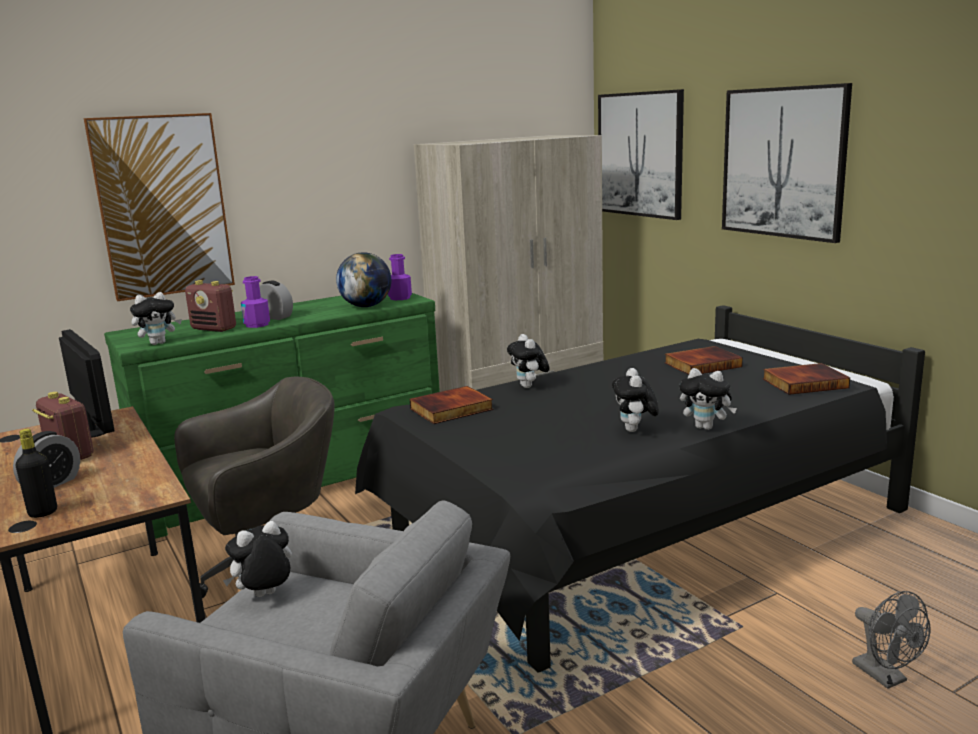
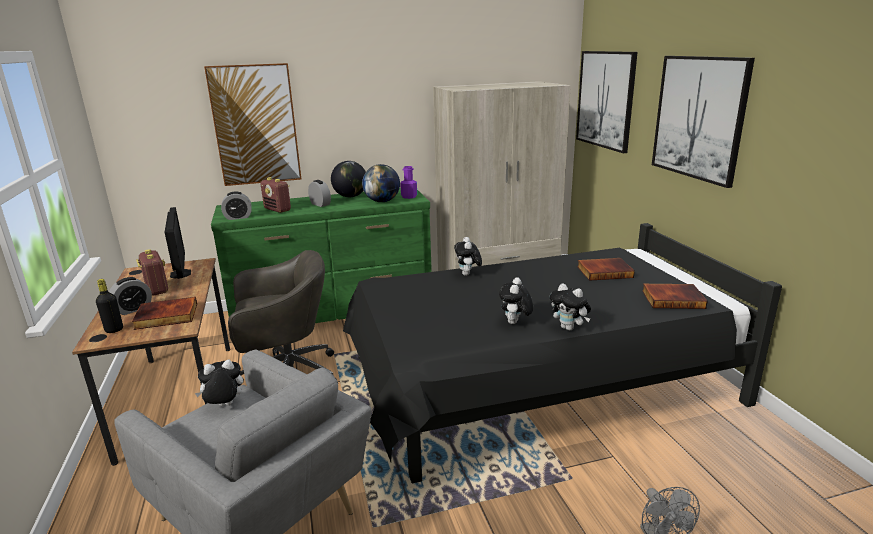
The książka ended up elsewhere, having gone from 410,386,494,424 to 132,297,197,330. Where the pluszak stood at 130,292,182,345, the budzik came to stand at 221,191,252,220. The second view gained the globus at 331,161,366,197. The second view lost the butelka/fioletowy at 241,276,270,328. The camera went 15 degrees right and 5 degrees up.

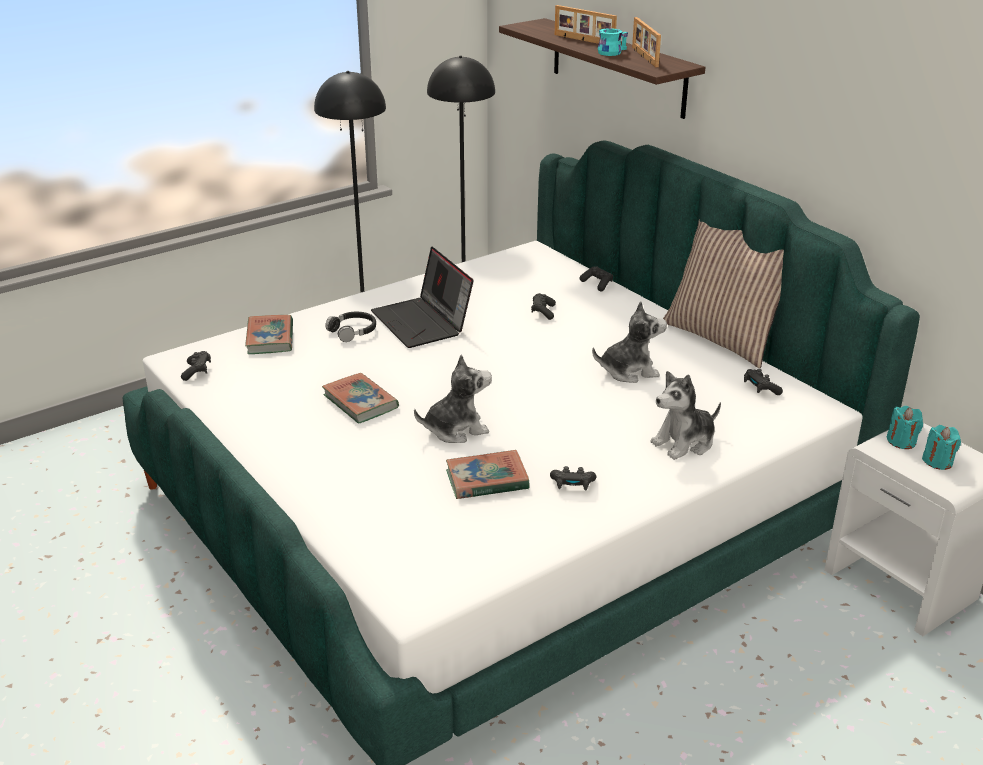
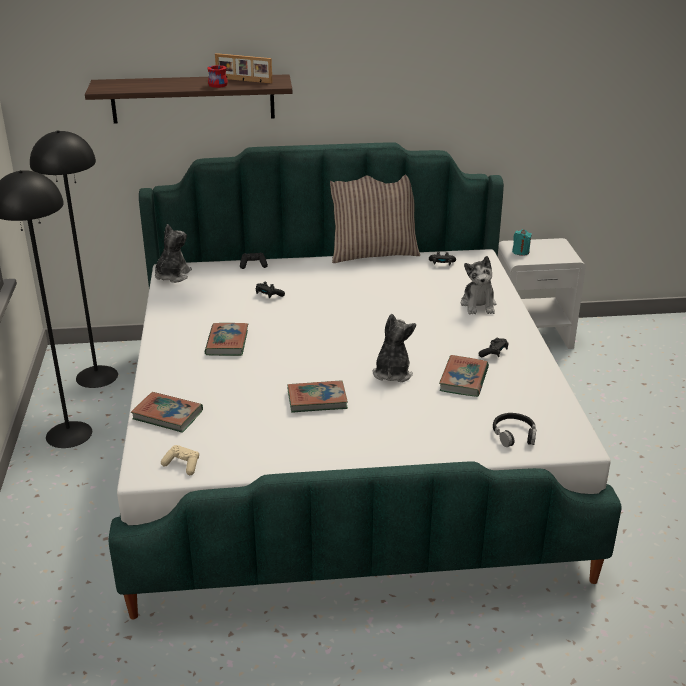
The pluszak ended up elsewhere, having gone from 592,301,667,383 to 155,224,192,283. What was the pad do gier/czarny at 181,351,211,381 turned into the pad do gier/beżowy at 161,445,199,475. Where the laptop stood at 371,246,474,348, the książka came to stand at 205,323,248,356. What was the kubek/turkusowy at 598,28,628,56 turned into the kubek/czerwony at 207,65,228,88. The słuchawki/czarny ended up elsewhere, having gone from 325,312,376,342 to 493,413,536,447. The second view lost the ramka na zdjęcie at 555,5,617,44. The second view lost the świeca/turkusowy at 922,425,961,470. The camera went 60 degrees left and 0 degrees up.

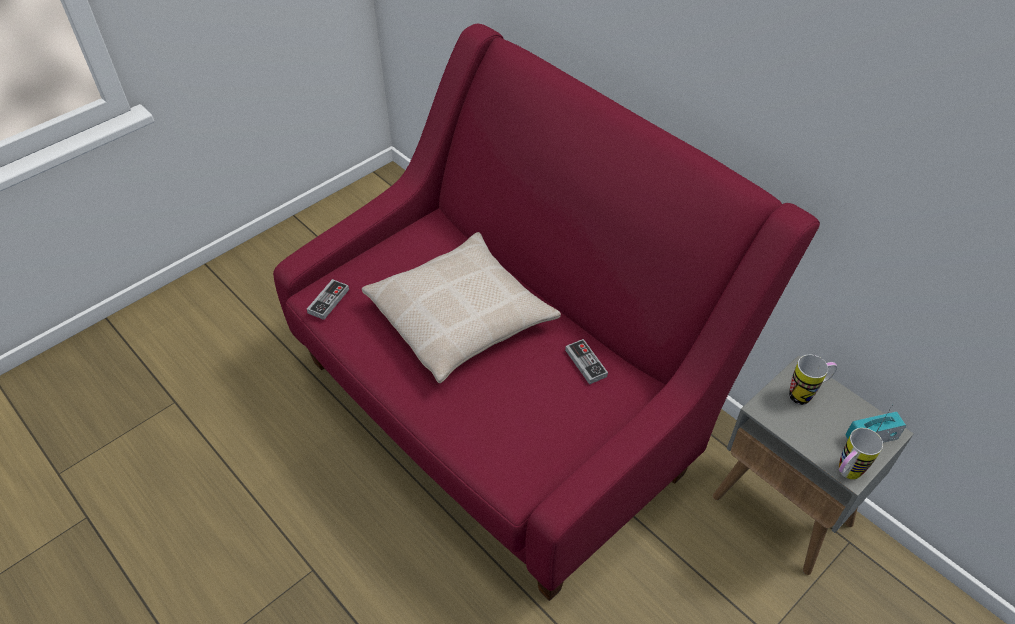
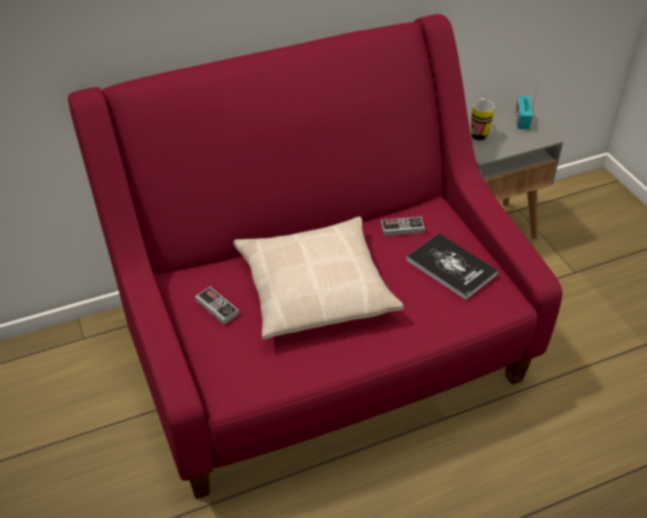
The pad do gier ended up elsewhere, having gone from 307,279,349,320 to 195,287,239,325. The second view gained the książka at 406,233,498,300. The second view lost the kubek at 839,428,883,480. The camera went 70 degrees left and 5 degrees down.

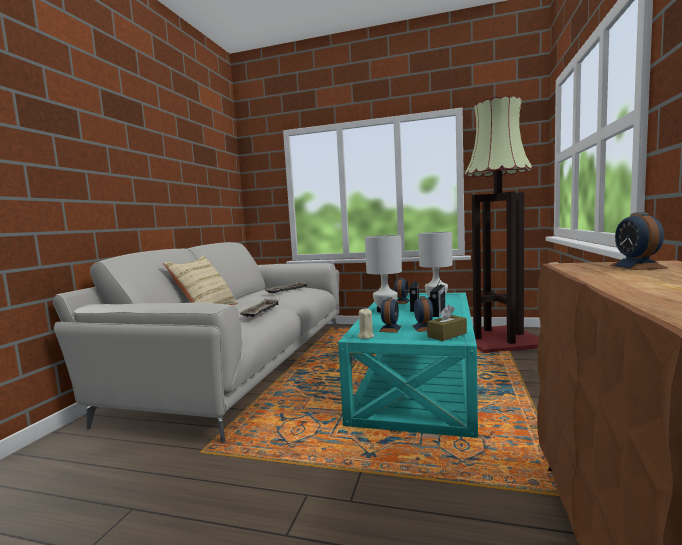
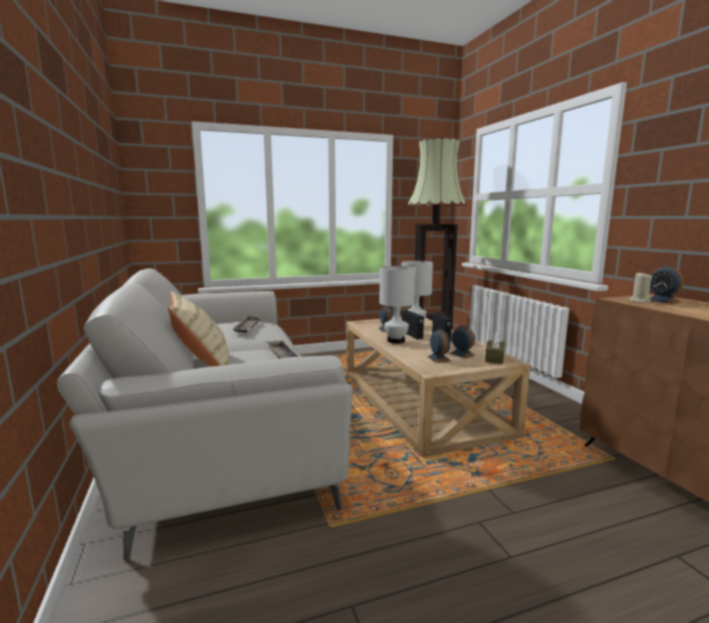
What was the ława/turkusowy at 338,293,478,438 turned into the ława/beżowy at 346,317,530,457. The świeca/beżowy ended up elsewhere, having gone from 358,308,374,339 to 629,272,652,303. The camera went 35 degrees left and 5 degrees up.

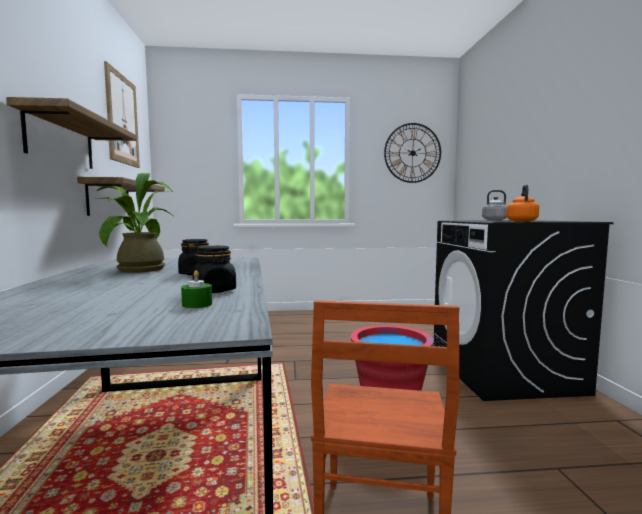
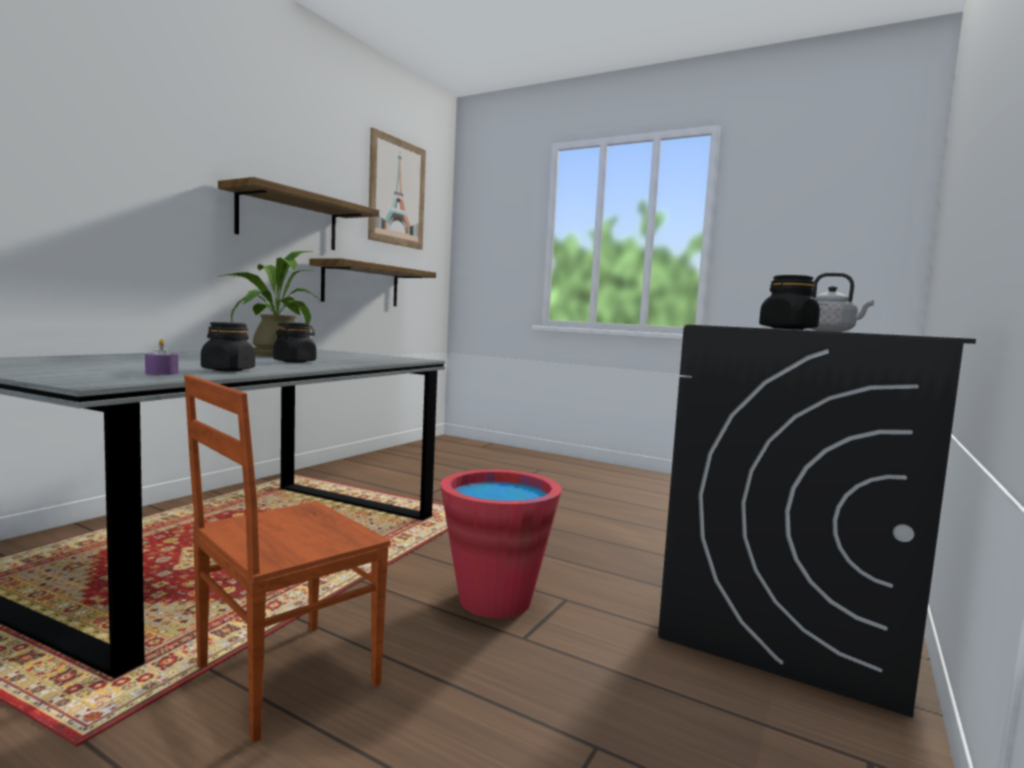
What was the świeca/zielony at 181,270,212,308 turned into the świeca/fioletowy at 145,339,178,375. Where the czajnik/pomarańczowy stood at 506,184,539,222, the słoik/czarny came to stand at 759,275,820,330. The second view lost the zegar ścienny at 384,123,441,183. The camera went 35 degrees right and 0 degrees up.

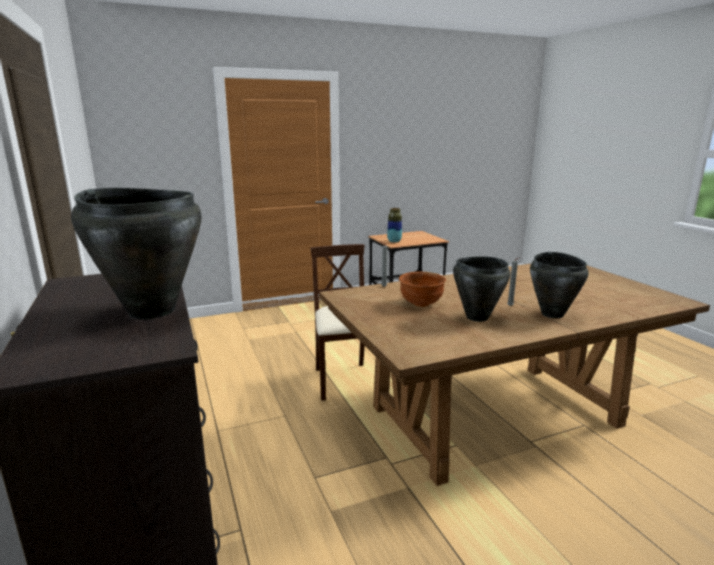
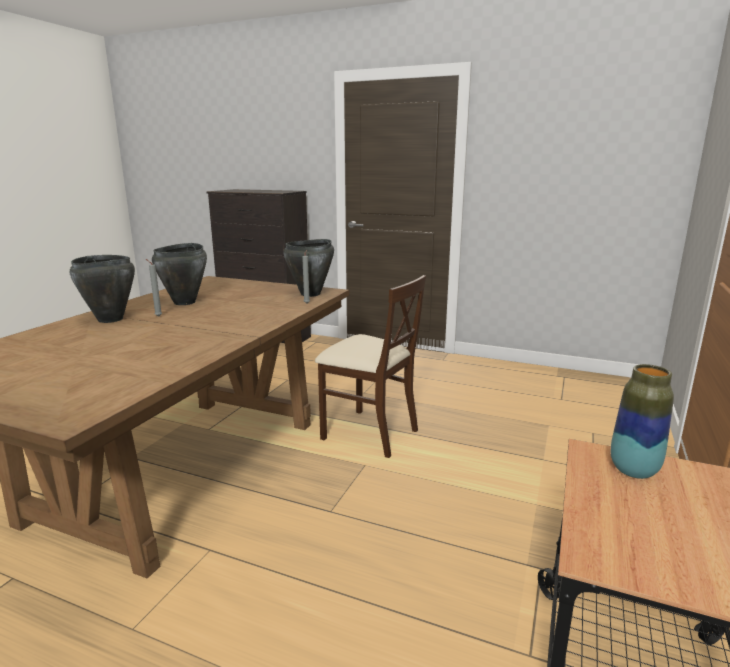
The garnek/czarny ended up elsewhere, having gone from 71,188,202,319 to 284,239,334,297. The second view lost the miska/brązowy at 399,272,446,307. The camera went 135 degrees right and 0 degrees up.

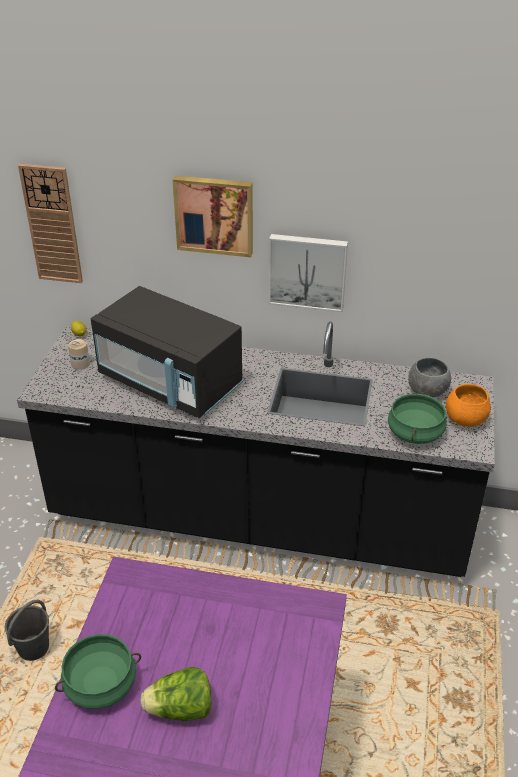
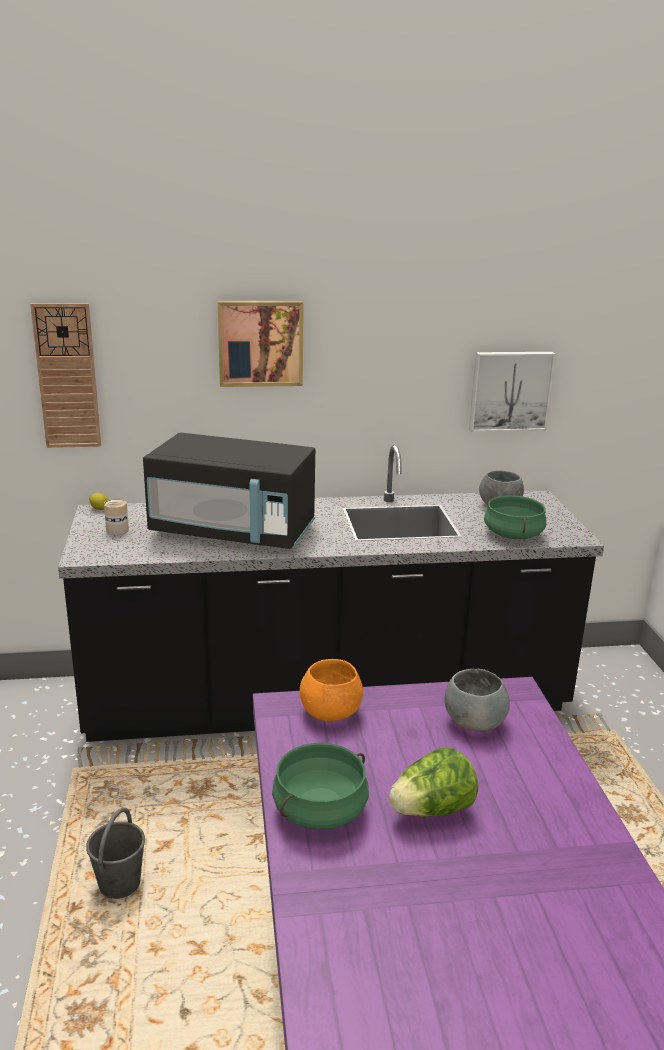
The miska/pomarańczowy ended up elsewhere, having gone from 446,384,491,427 to 300,659,363,721. The second view gained the miska/szary at 444,669,510,732. The obraz ended up elsewhere, having gone from 269,234,348,312 to 469,352,556,432. The camera went 20 degrees left and 15 degrees down.

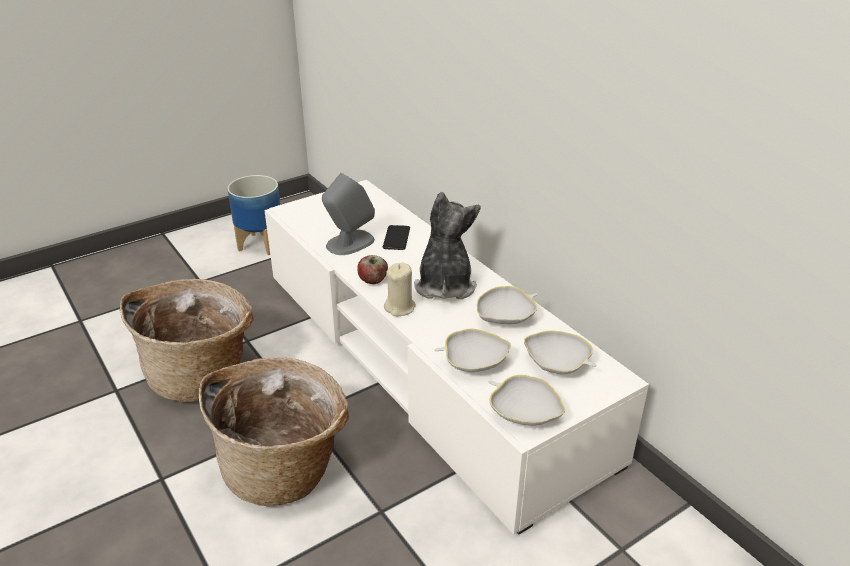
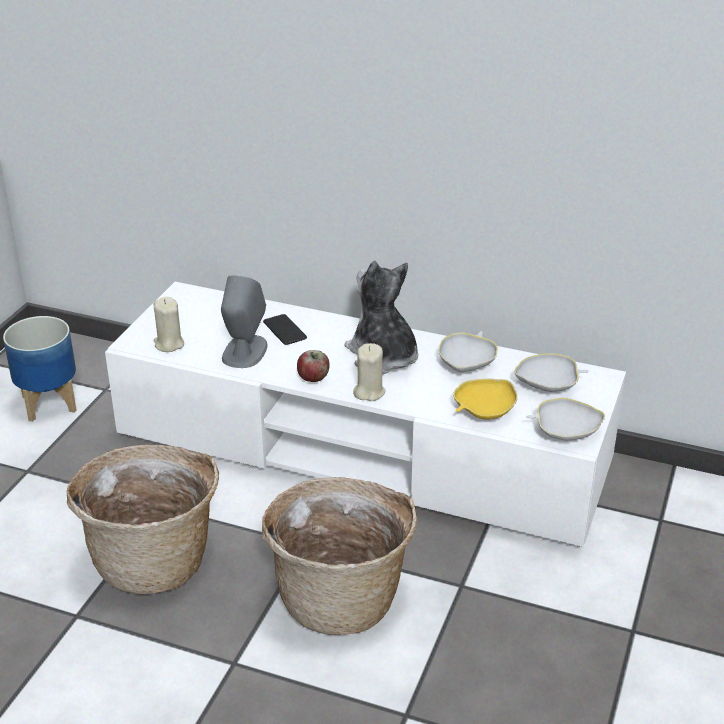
The second view gained the świeca/beżowy at 153,297,184,352. What was the miska/biały at 435,329,511,372 turned into the miska/żółty at 453,379,518,420. The camera went 35 degrees left and 0 degrees up.

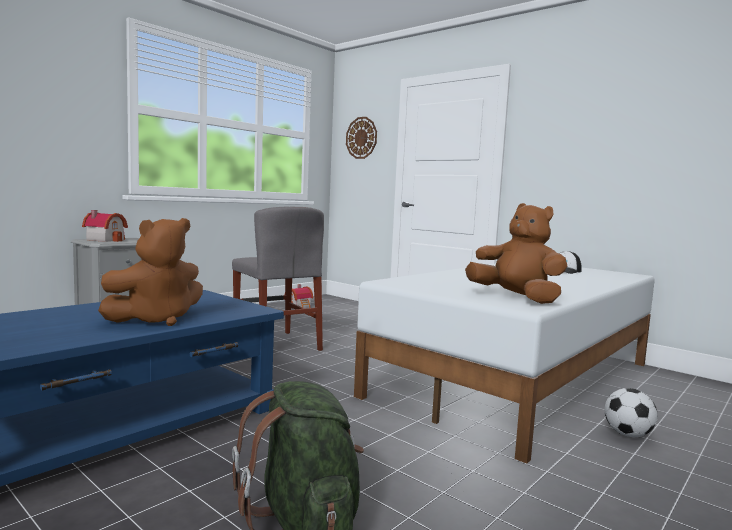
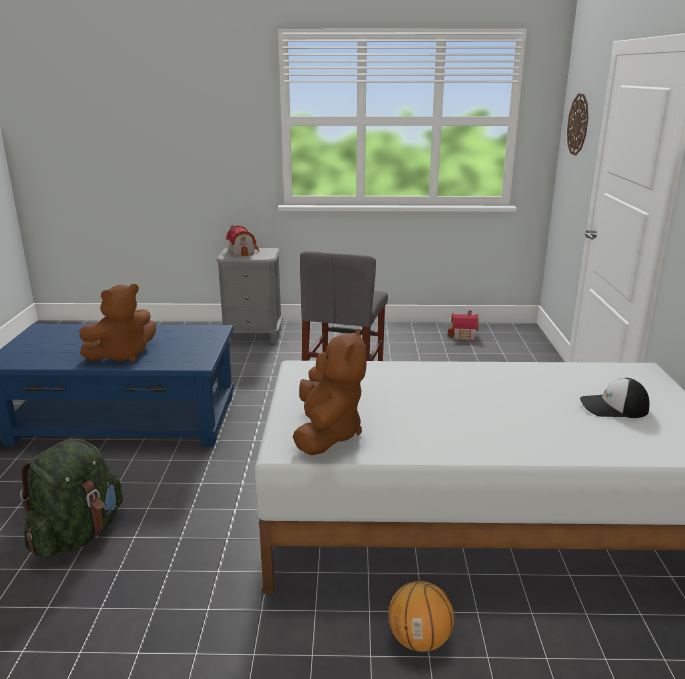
The pluszak/brązowy at 98,218,203,326 ended up facing another way, 45 degrees counterclockwise from before. Where the piłka futbolowa stood at 605,388,658,437, the piłka do koszykówki came to stand at 388,581,454,652. The camera went 50 degrees right and 15 degrees up.

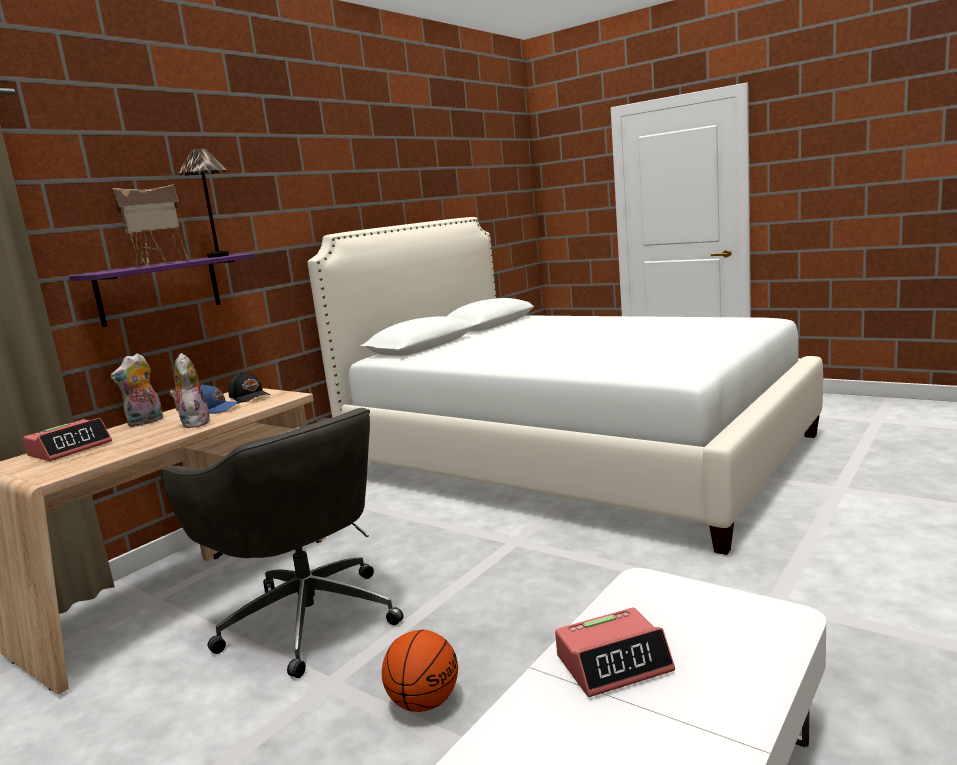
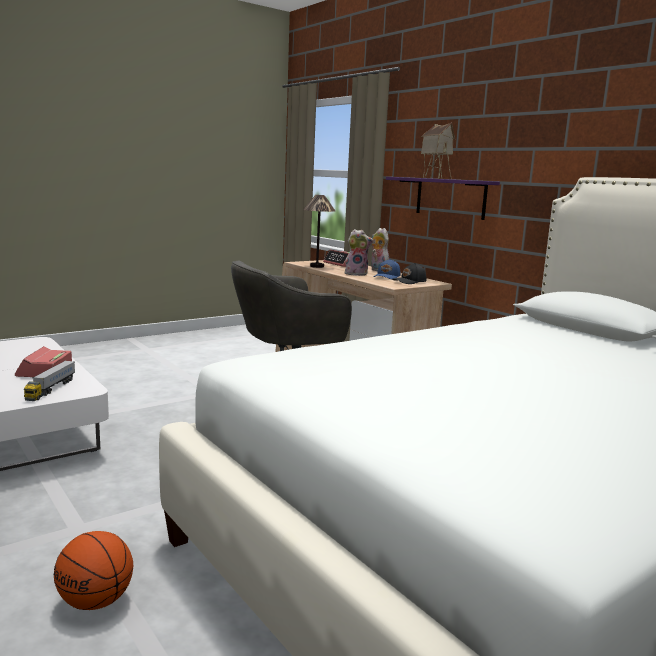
The second view gained the ciężarówka zabawkowa at 24,361,75,401. The piłka do koszykówki ended up elsewhere, having gone from 382,630,458,712 to 54,531,133,610. The lampa stołowa ended up elsewhere, having gone from 177,149,229,258 to 303,195,335,268. The camera went 105 degrees right and 0 degrees up.

